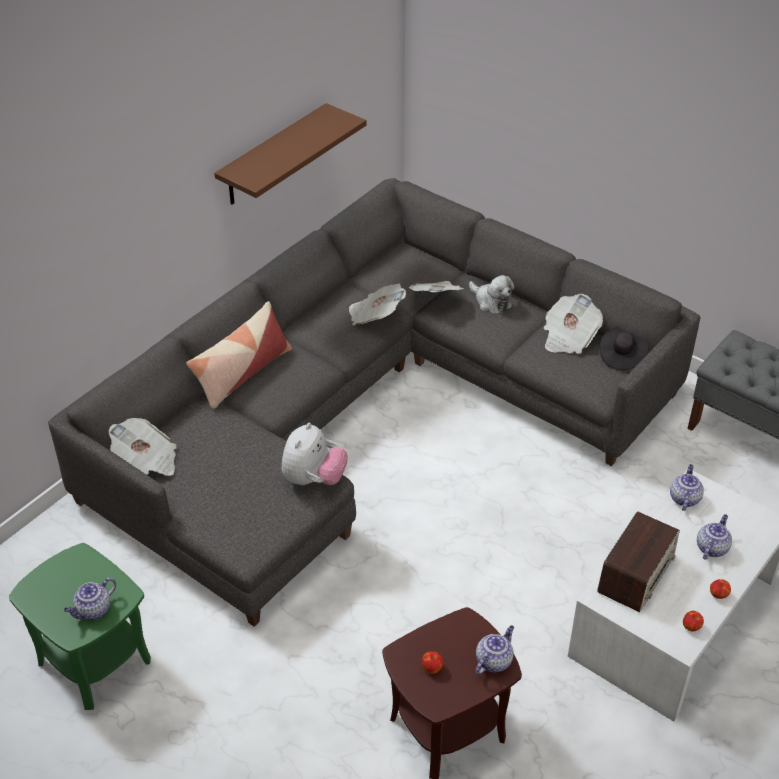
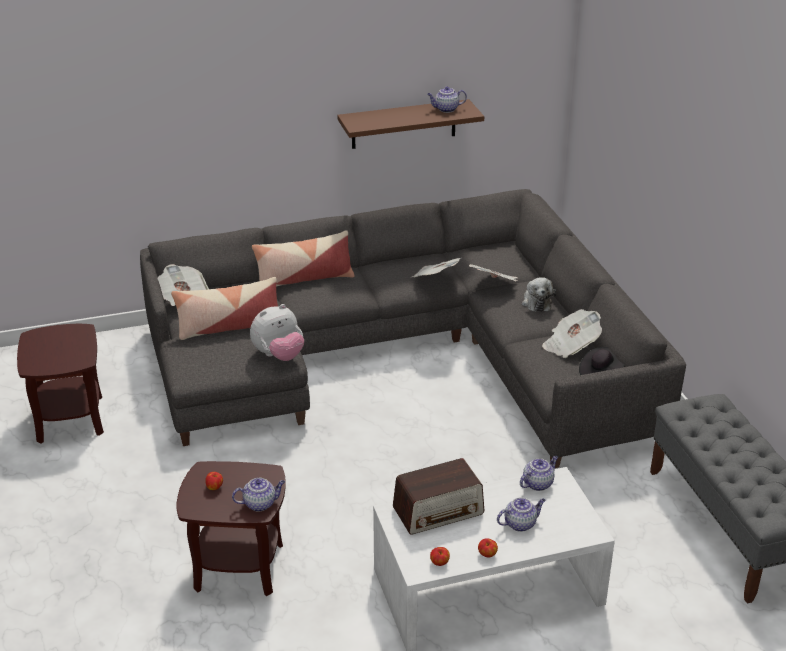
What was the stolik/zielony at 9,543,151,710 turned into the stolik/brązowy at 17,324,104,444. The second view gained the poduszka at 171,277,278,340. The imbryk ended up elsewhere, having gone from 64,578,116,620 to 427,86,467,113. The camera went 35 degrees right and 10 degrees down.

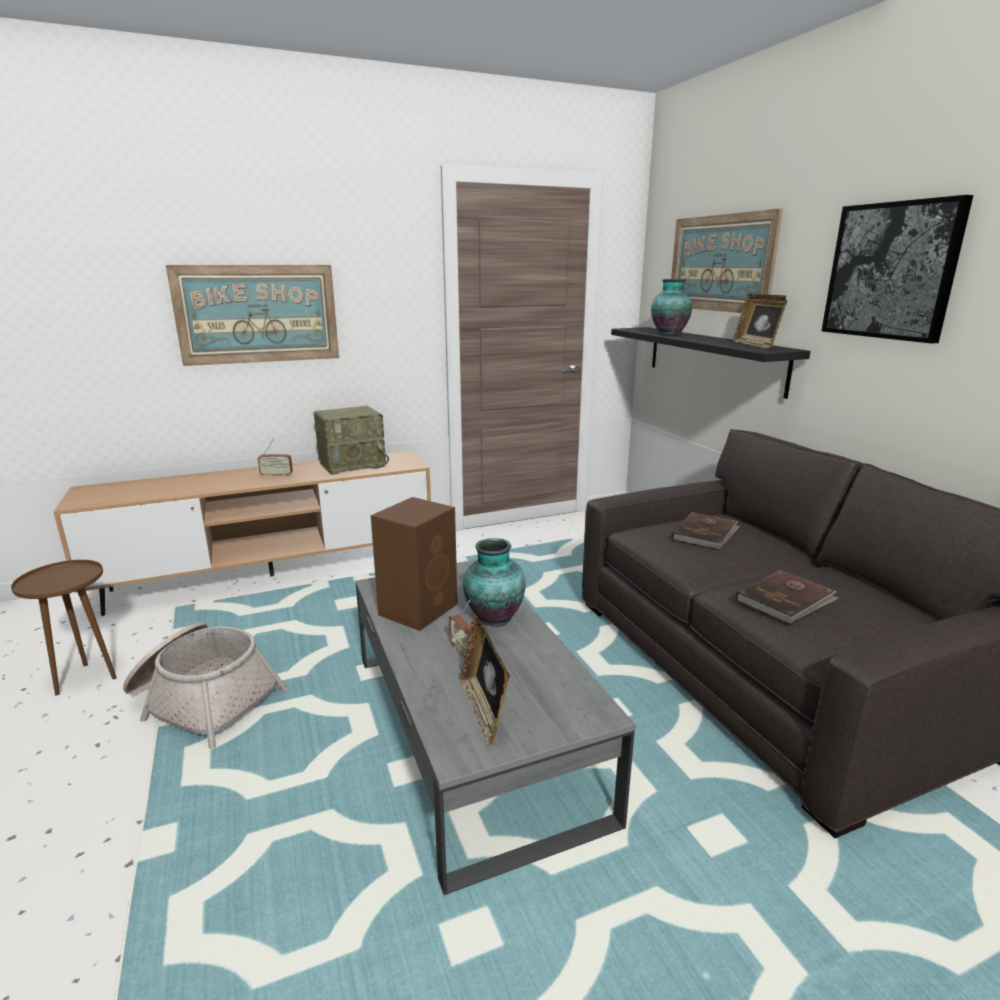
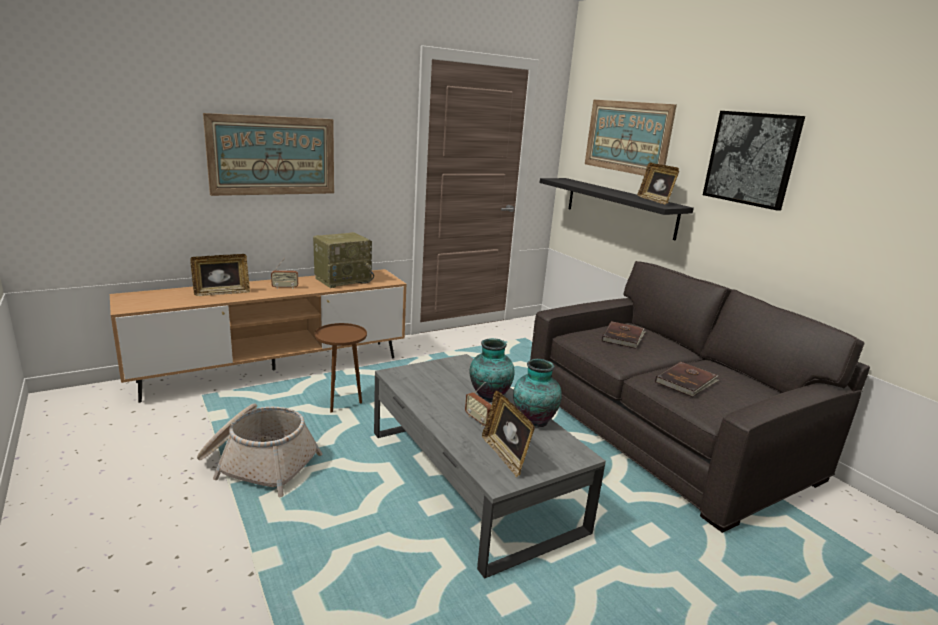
The second view gained the ramka na zdjęcie at 190,254,250,296. The stolik/brązowy ended up elsewhere, having gone from 11,560,117,695 to 315,323,367,413. The wazon ended up elsewhere, having gone from 651,279,692,335 to 513,359,562,427. The second view lost the głośnik/brązowy at 371,497,458,631. The camera went 10 degrees left and 0 degrees up.

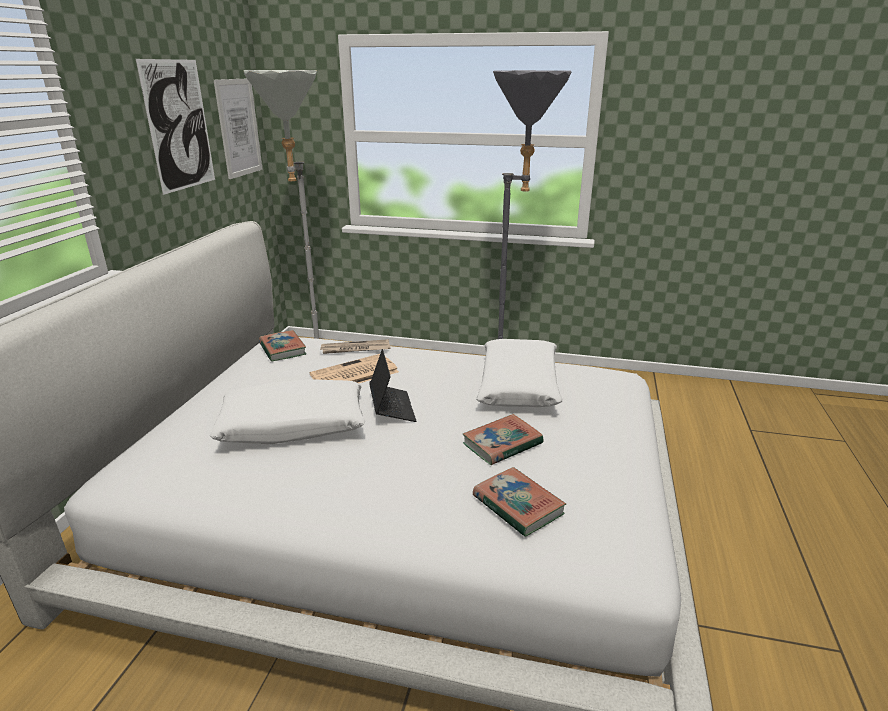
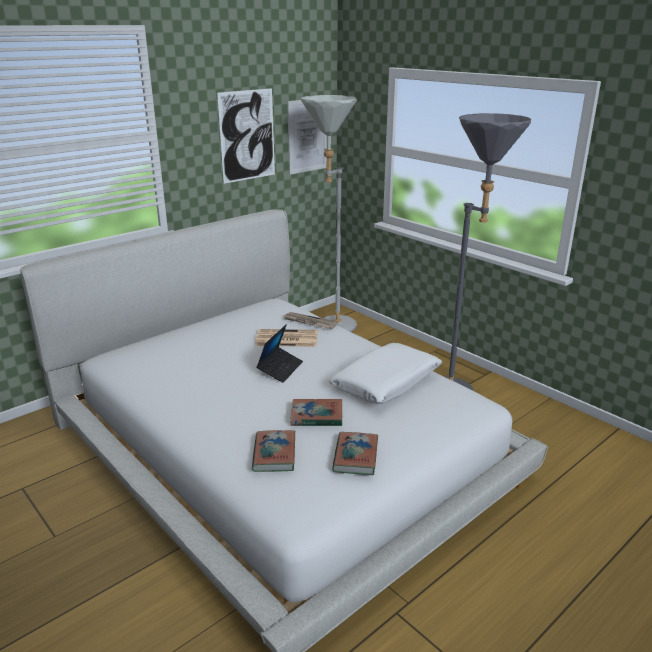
The książka ended up elsewhere, having gone from 259,330,306,362 to 332,432,378,475. The second view lost the poduszka/biały at 209,379,365,444. The camera went 35 degrees right and 0 degrees up.

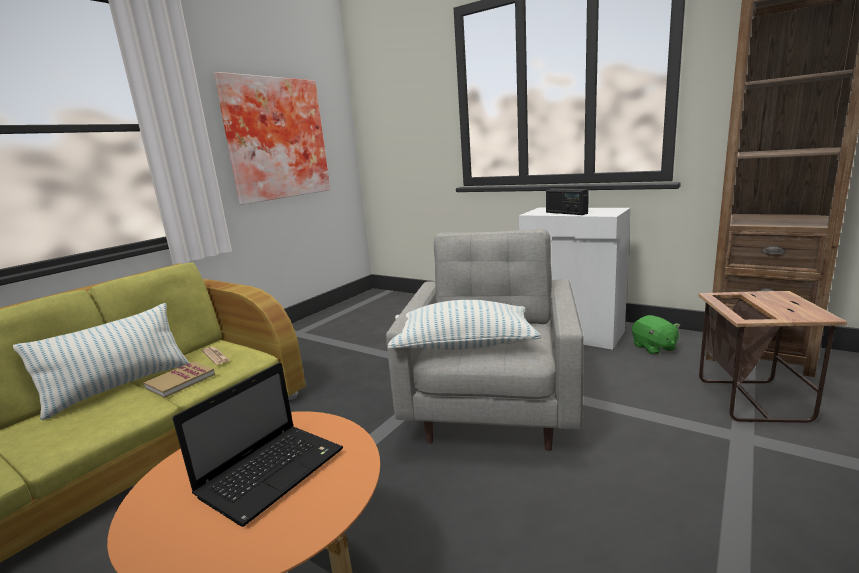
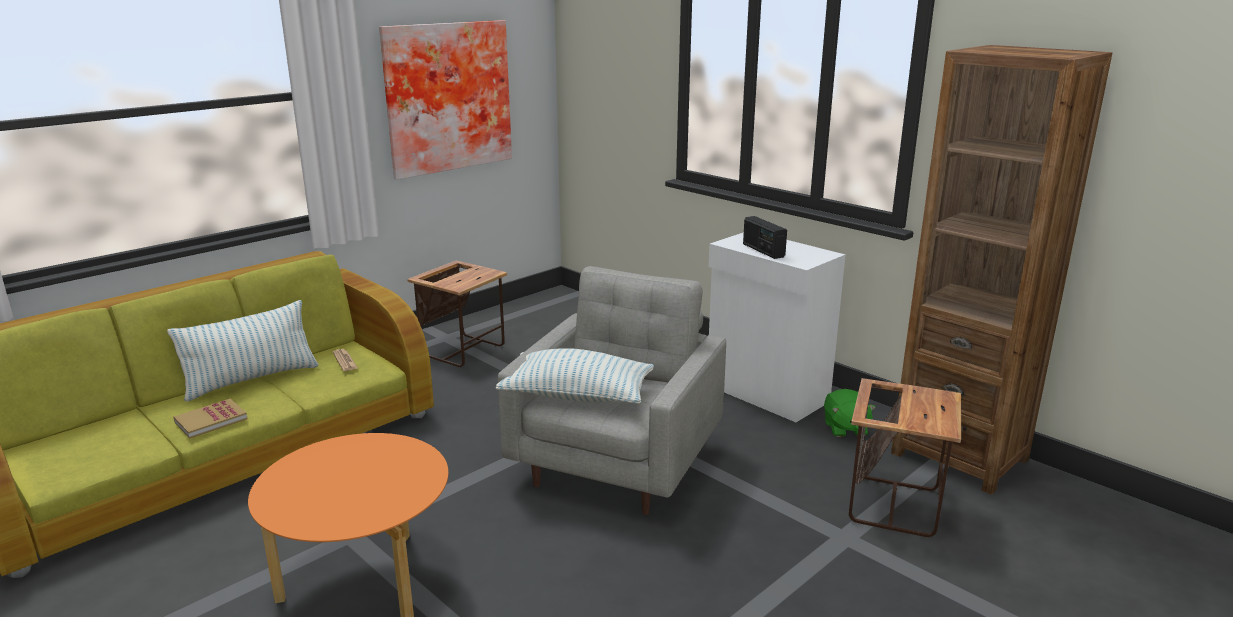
The książka ended up elsewhere, having gone from 143,362,215,398 to 173,399,247,438. The second view gained the stolik at 407,260,507,367. The second view lost the laptop at 173,363,343,527. The camera went 10 degrees right and 5 degrees up.

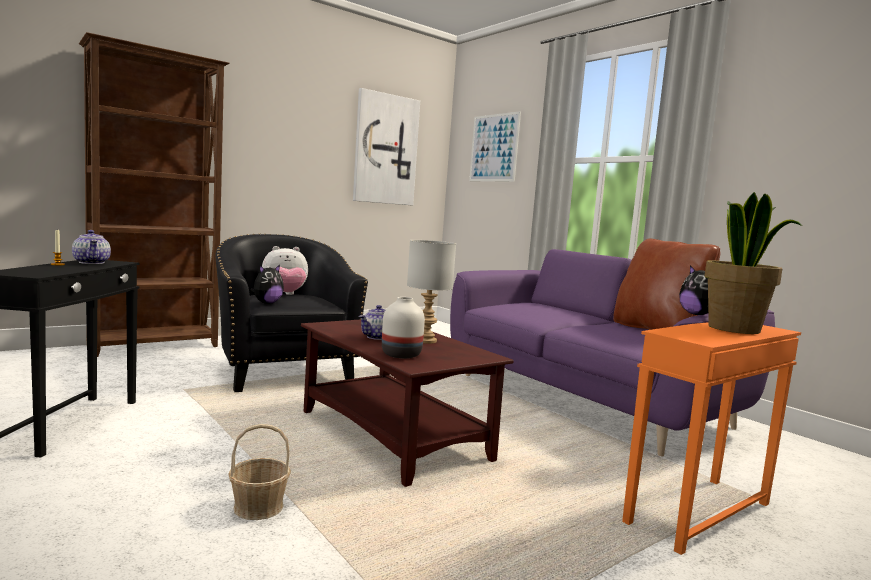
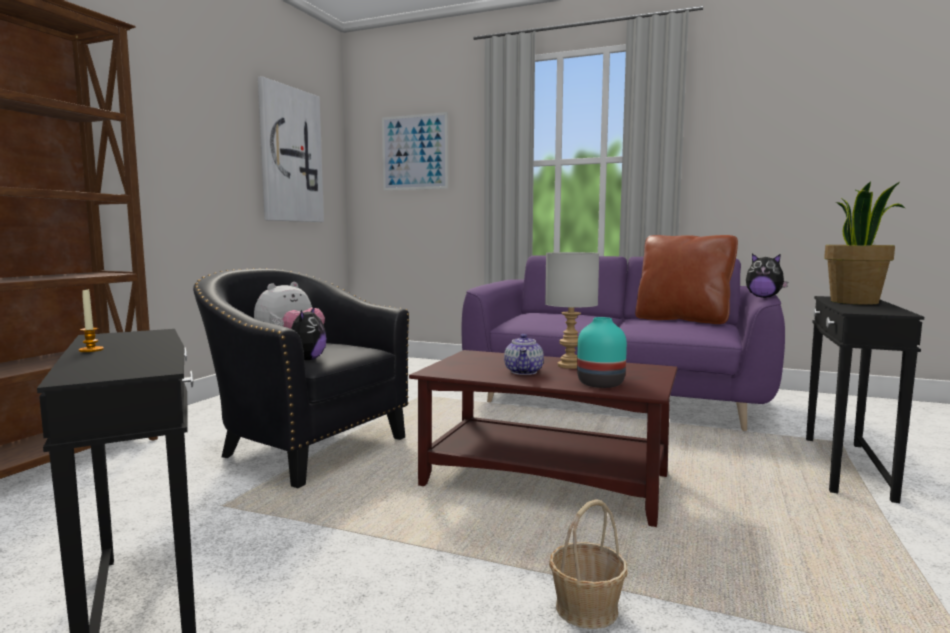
What was the wazon/biały at 382,297,425,358 turned into the wazon/turkusowy at 577,317,627,388. What was the stolik/pomarańczowy at 622,322,801,555 turned into the stolik/czarny at 806,296,924,503. The second view lost the imbryk at 72,230,111,264. The camera went 30 degrees left and 0 degrees up.

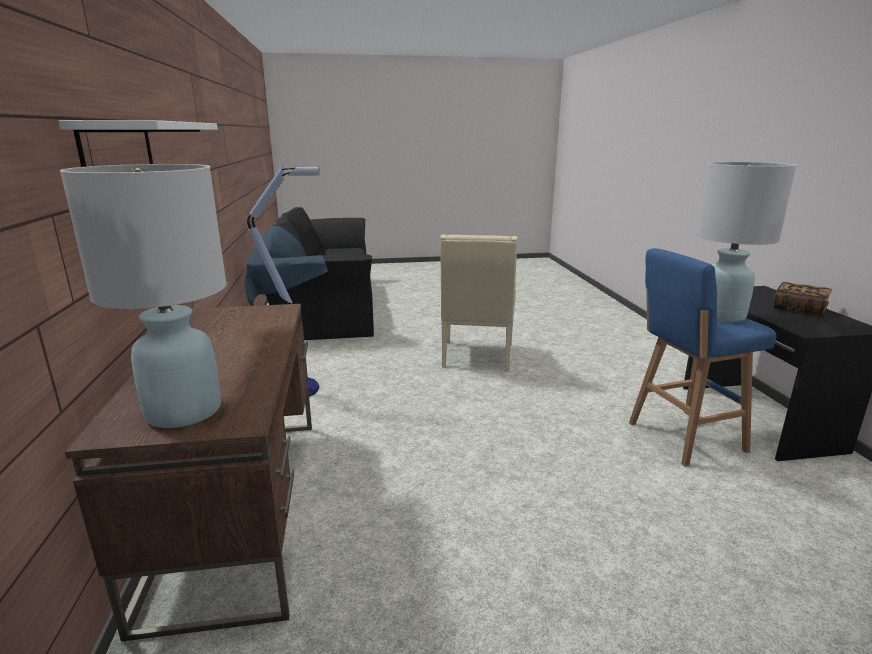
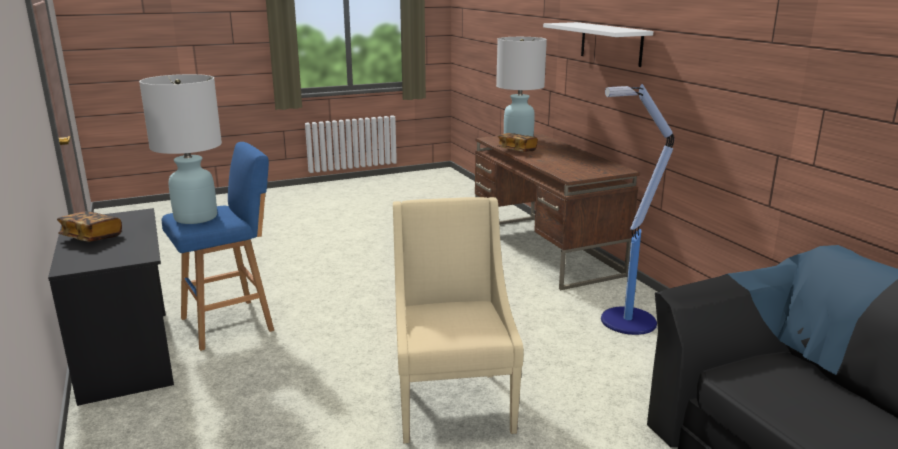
The second view gained the książka at 497,133,538,152. The camera went 165 degrees right and 0 degrees up.

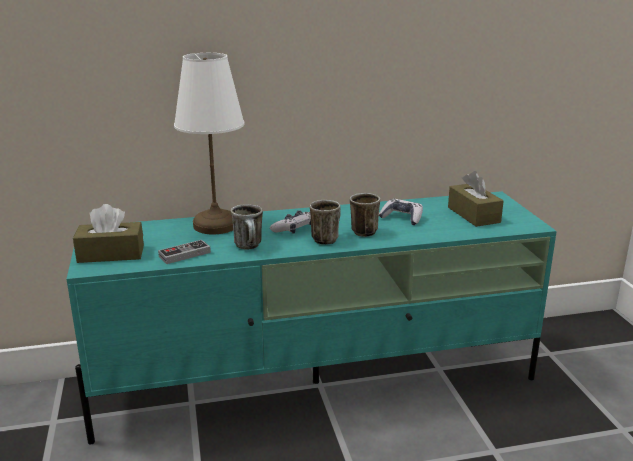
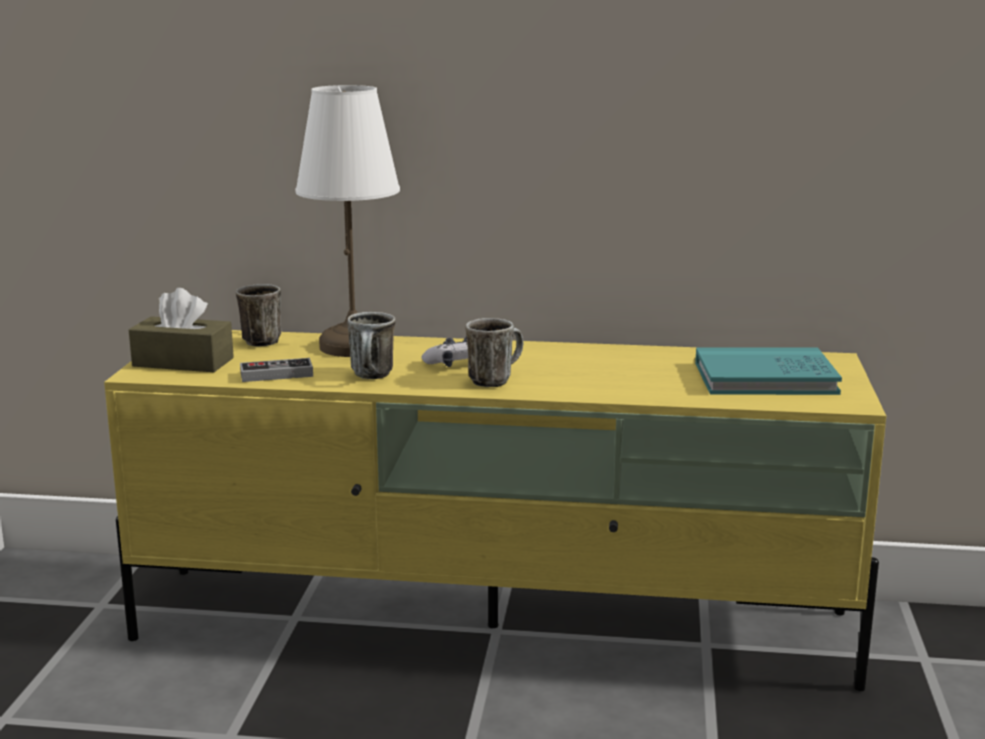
What was the szafka pod telewizor/turkusowy at 66,191,557,445 turned into the szafka pod telewizor/żółty at 104,330,886,691. The kubek ended up elsewhere, having gone from 350,193,380,237 to 236,284,281,347. Where the pudełko chusteczek/brązowy stood at 448,171,504,227, the książka/turkusowy came to stand at 695,347,842,395. The second view lost the pad do gier at 379,199,423,225. The camera went 20 degrees right and 5 degrees down.

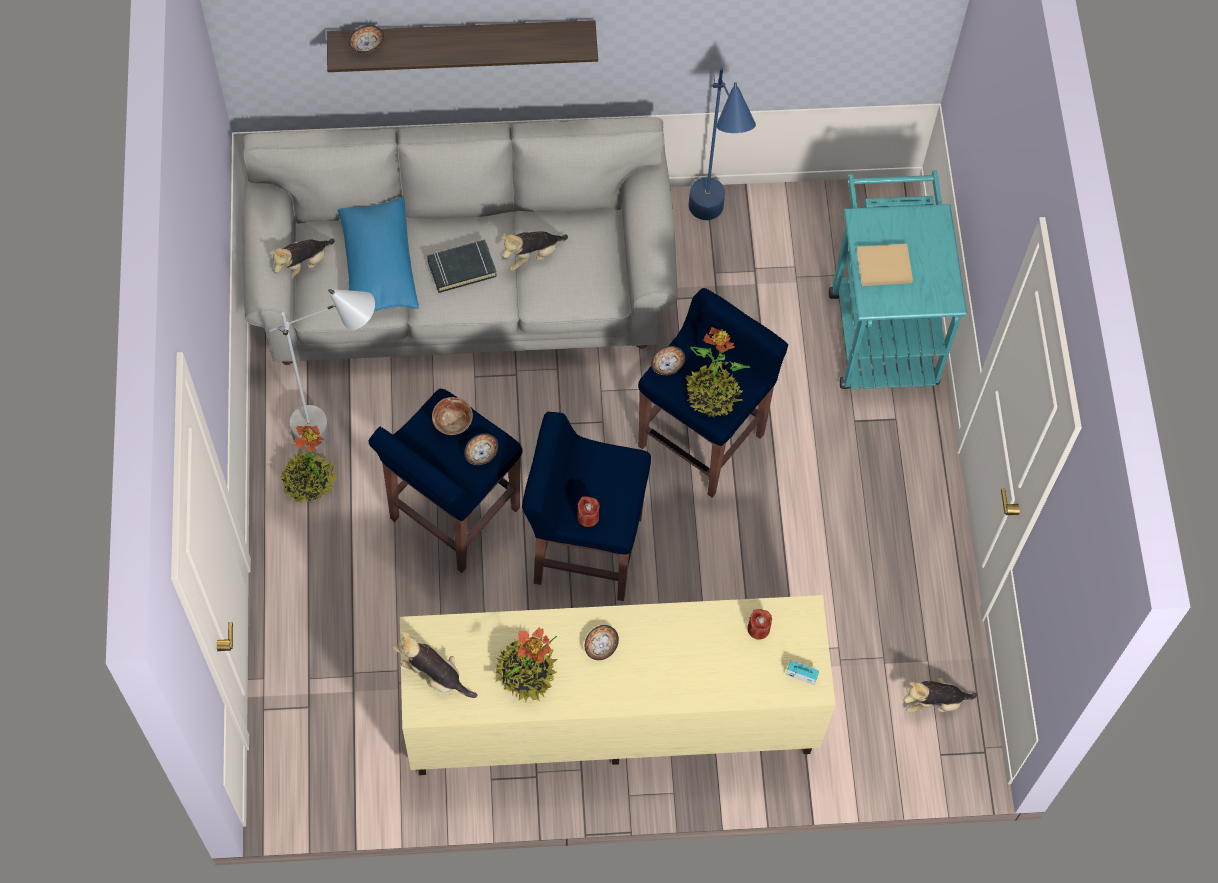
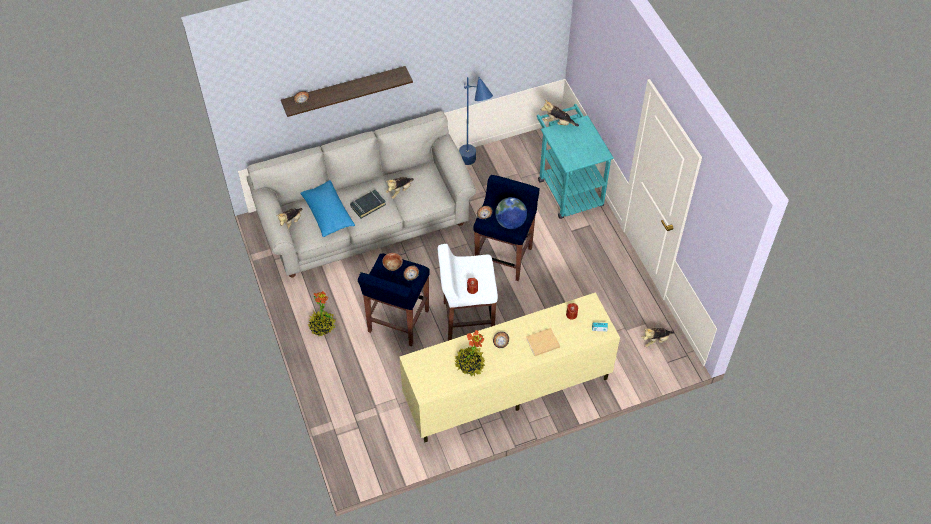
What was the stołek/niebieski at 522,412,651,601 turned into the stołek/biały at 438,244,498,341. Where the roślina doniczkowa stood at 685,327,750,417, the globus came to stand at 495,197,527,229. The książka/beżowy ended up elsewhere, having gone from 856,244,913,286 to 526,328,560,356. The pluszak ended up elsewhere, having gone from 392,632,478,698 to 541,100,579,126. The second view lost the lampa stojąca/szary at 269,289,375,449. The camera went 15 degrees left and 10 degrees down.

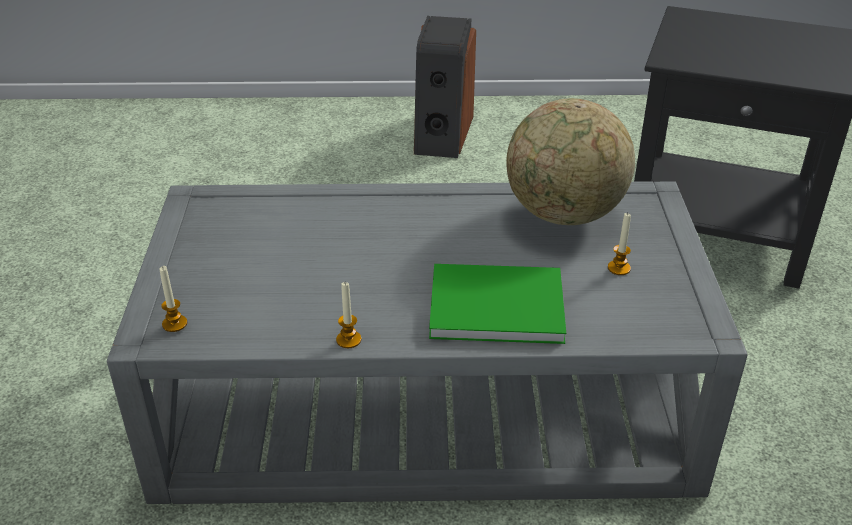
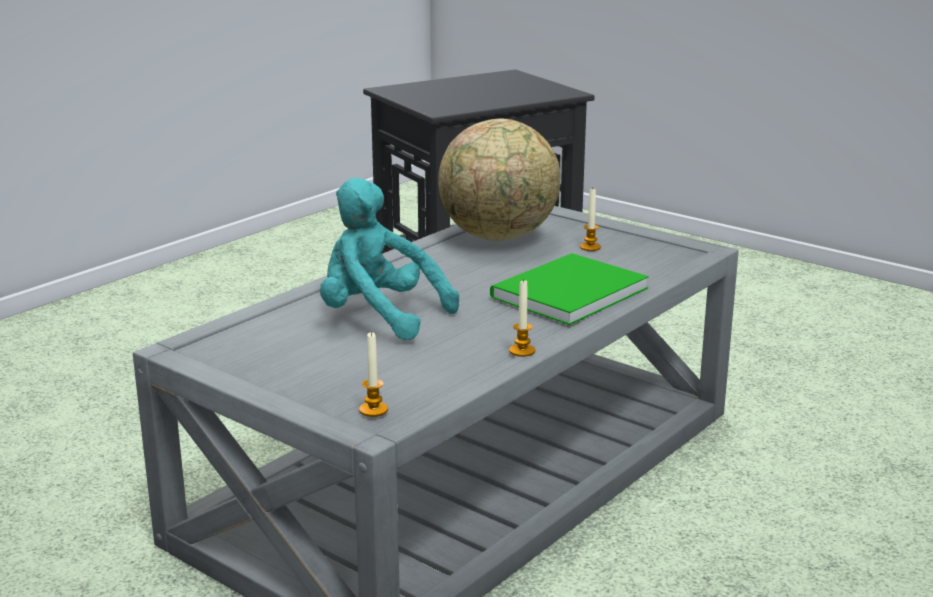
The second view gained the pluszak/turkusowy at 320,178,459,340. The second view lost the głośnik at 414,16,476,158. The camera went 50 degrees left and 15 degrees down.

